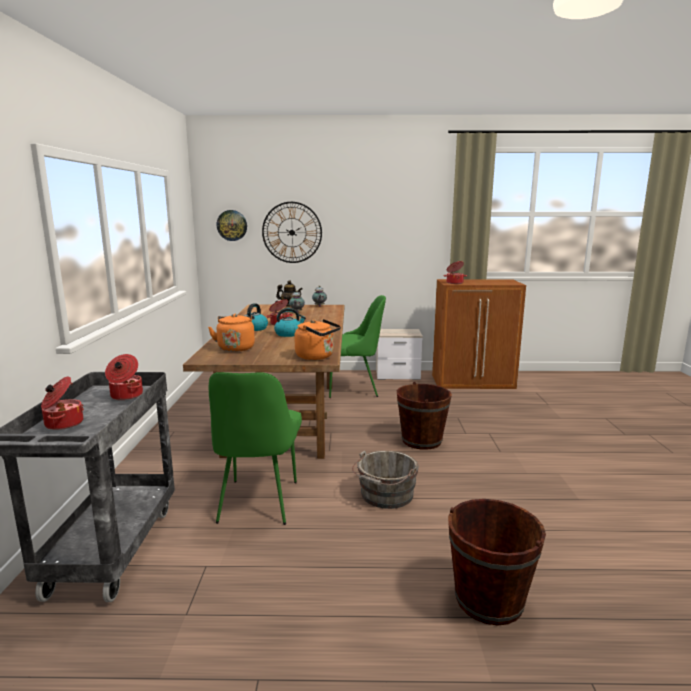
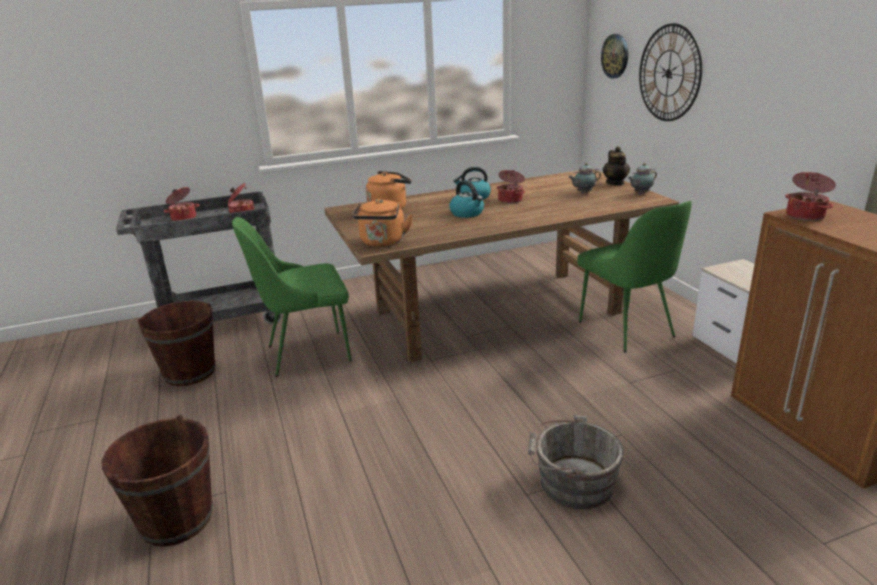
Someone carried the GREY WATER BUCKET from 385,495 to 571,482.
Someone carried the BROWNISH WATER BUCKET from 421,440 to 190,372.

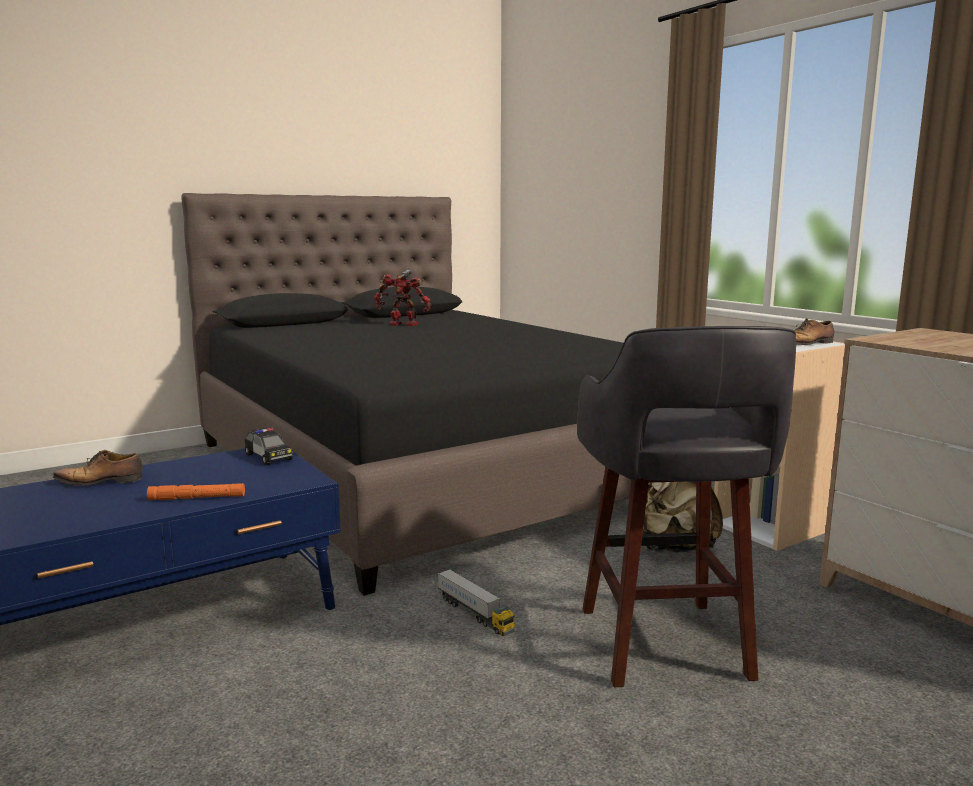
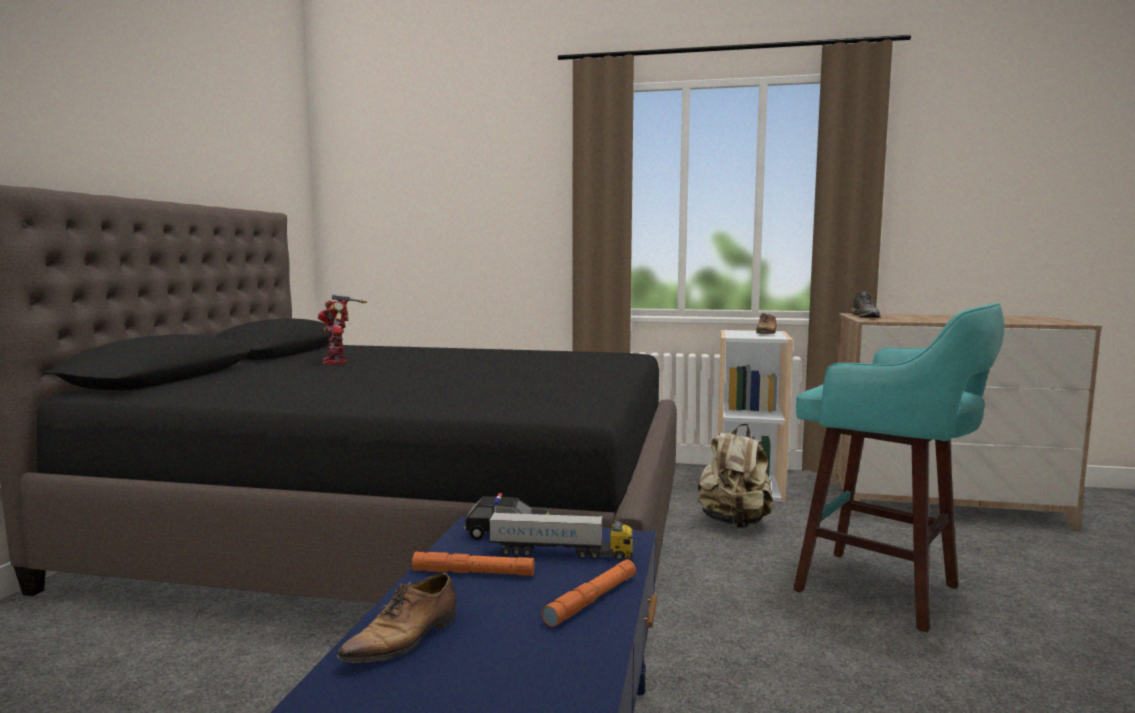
Someone put down the ORANGEY FLASHLIGHT at 473,572.
Someone put down the GREY SHOE at 865,316.
Someone carried the TOY LORRY from 475,614 to 561,553.
Someone repainted the GREY STOOL at 664,648, which became the TURQUOISE-COLOURED STOOL at 884,591.
Someone rotated the TOY ROBOT at 403,325 by 75 degrees counterclockwise.

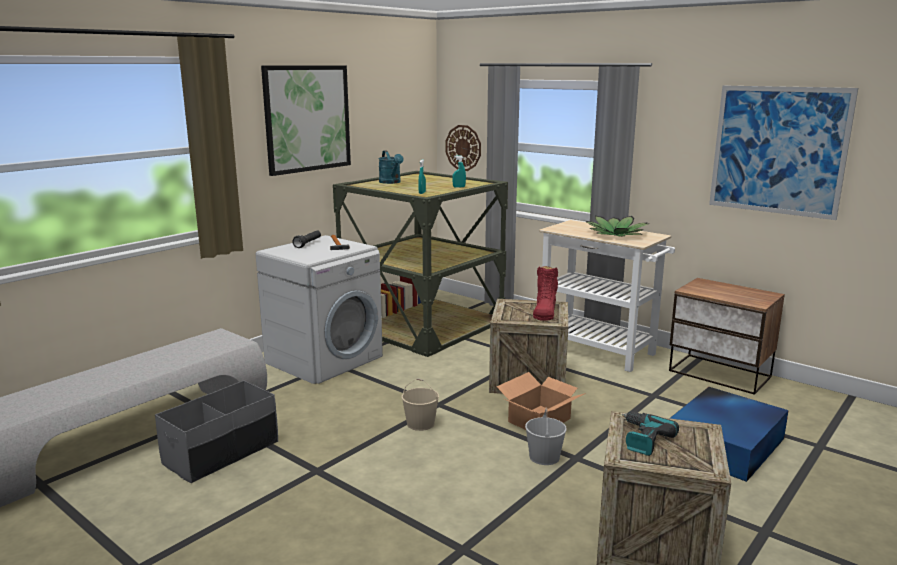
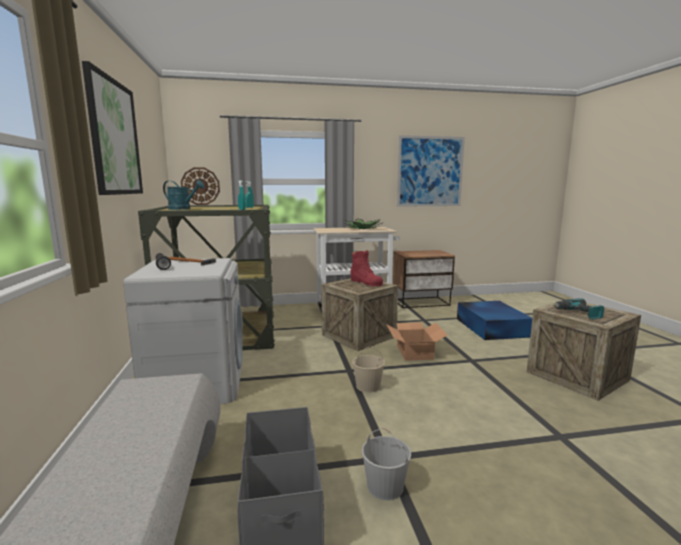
Someone carried the WHITISH WATER BUCKET from 544,456 to 384,486.

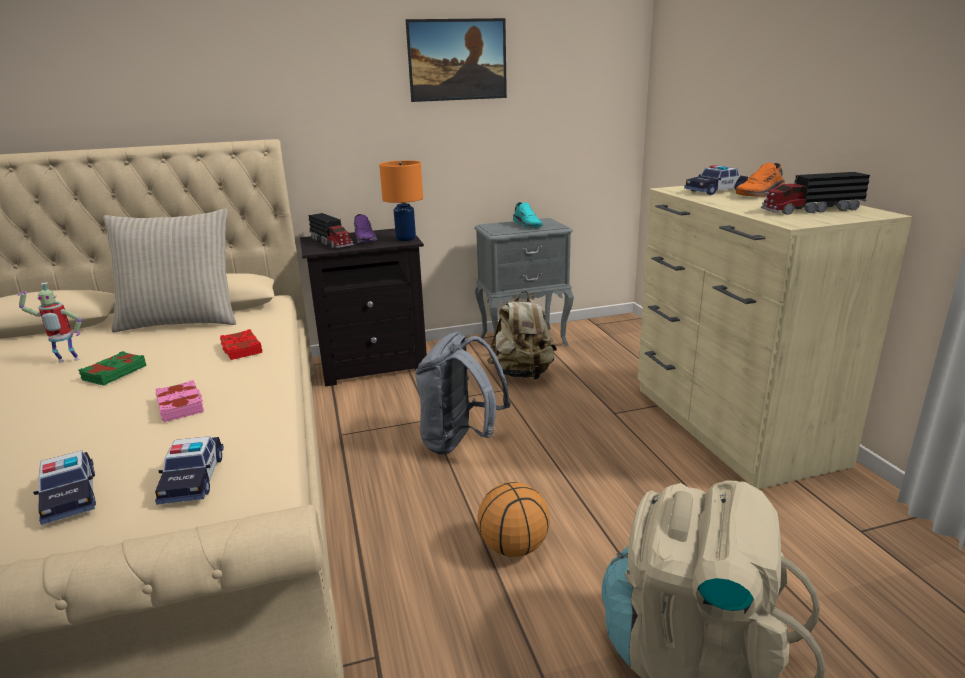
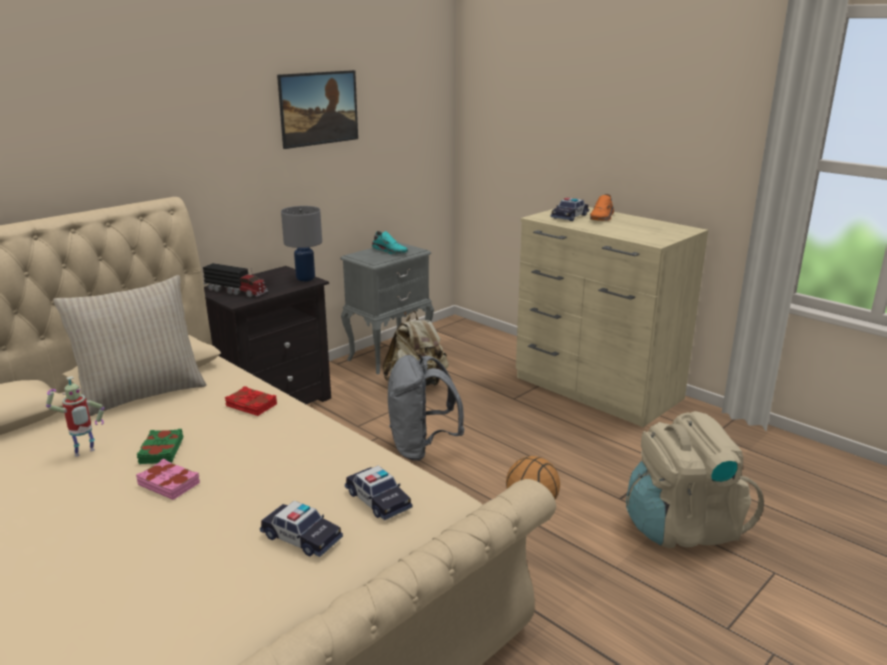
Someone took away the PURPLE SHOE at 365,239.
Someone took away the TOY LORRY at 810,210.
Someone carried the PINK-COLOURED BOOK from 181,406 to 169,483.
Someone repainted the ORANGEY LAMP FOR A TABLE at 406,239, which became the GREY LAMP FOR A TABLE at 305,278.

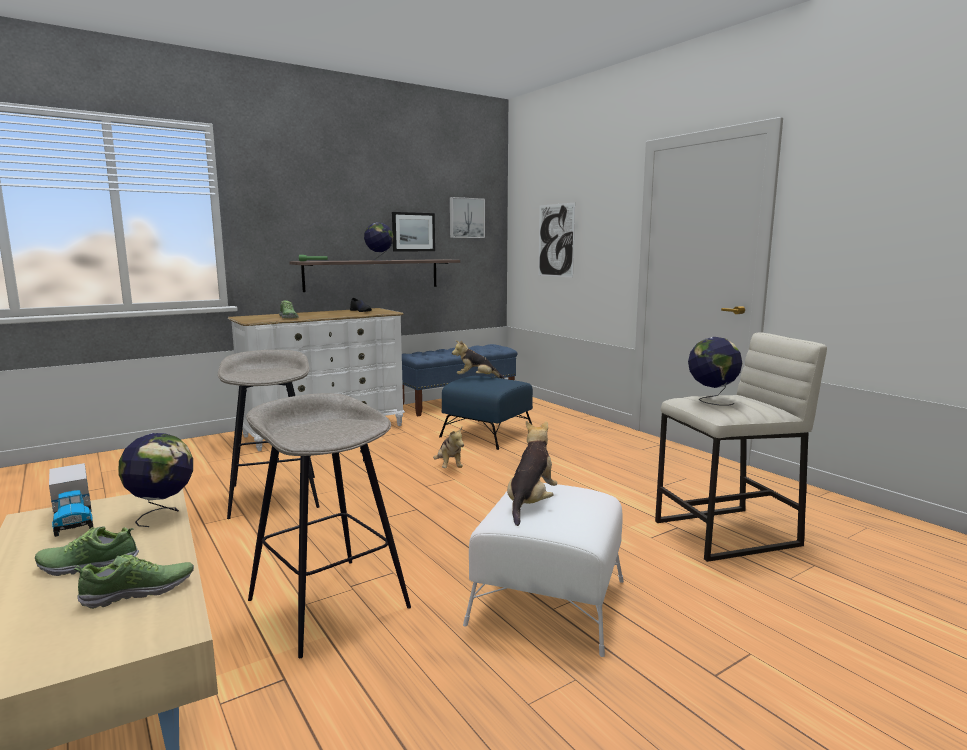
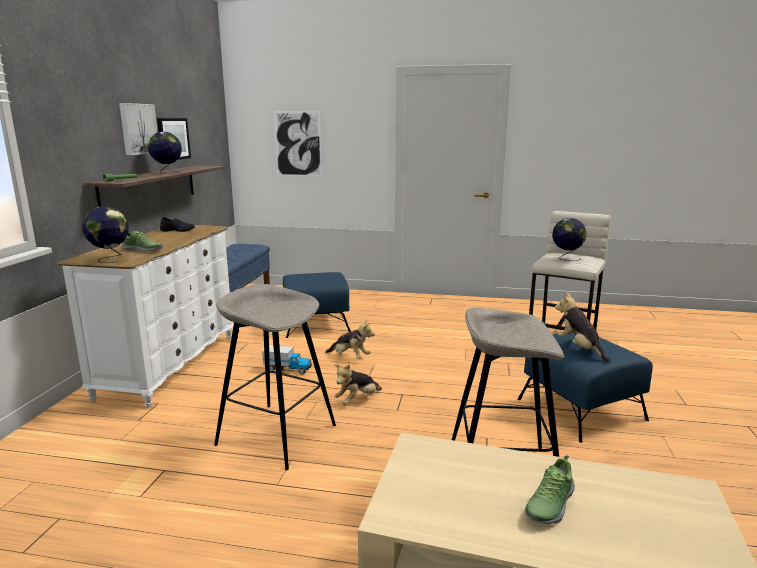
Someone took away the SHOE at 139,592.
Someone carried the TOY LORRY from 73,519 to 288,369.
Someone carried the WORLD GLOBE from 162,514 to 110,258.
Someone carried the PICTURE from 466,218 to 137,129.
Someone carried the CUDDLY TOY from 476,378 to 357,400.
Someone repainted the WHITISH FOOTREST at 549,601, which became the BLUE-COLOURED FOOTREST at 580,409.

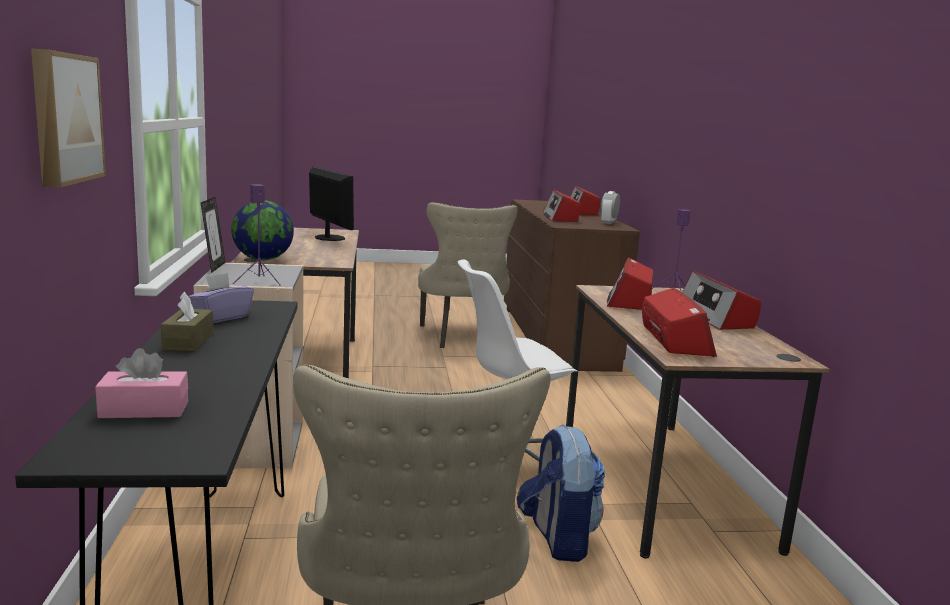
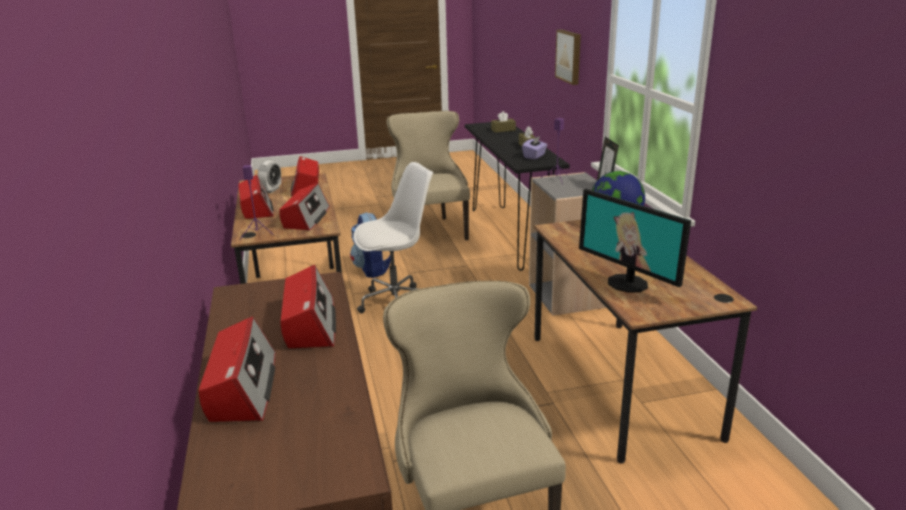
Someone carried the ALARM CLOCK from 608,223 to 271,190.
Someone repainted the PINK-COLOURED TISSUE BOX at 144,410, which became the BROWNISH TISSUE BOX at 503,130.

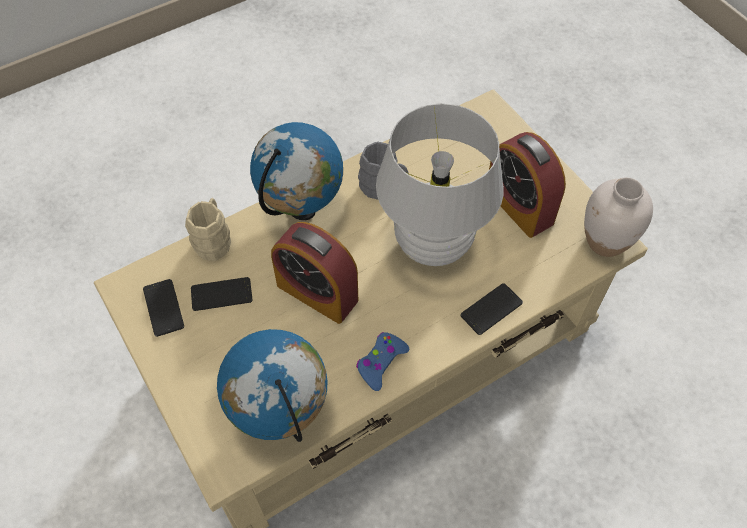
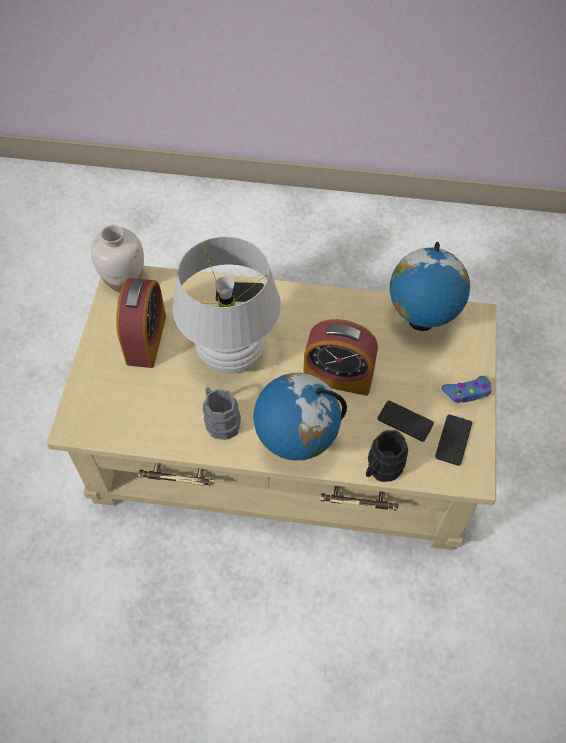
Someone carried the BLUE-COLOURED JOYPAD from 381,363 to 467,392.
Someone repainted the BEIGE MUG at 213,239, which became the BLACK MUG at 381,469.
Someone rotated the ALARM CLOCK at 317,292 by 120 degrees clockwise.

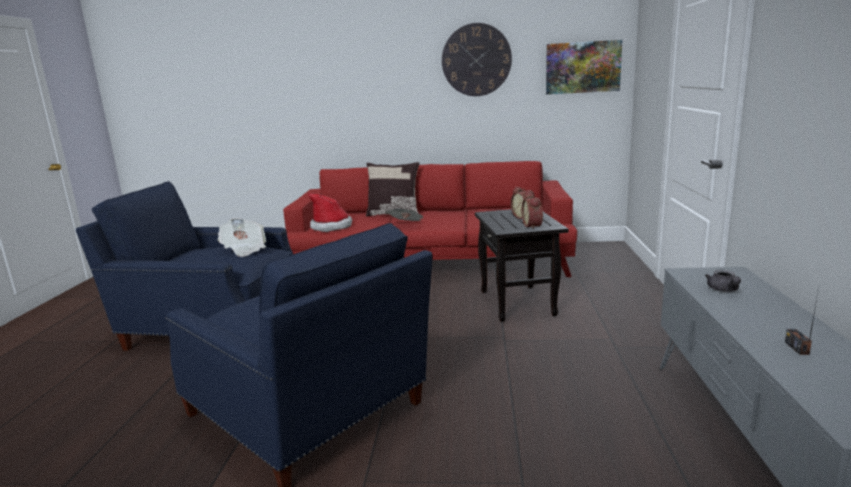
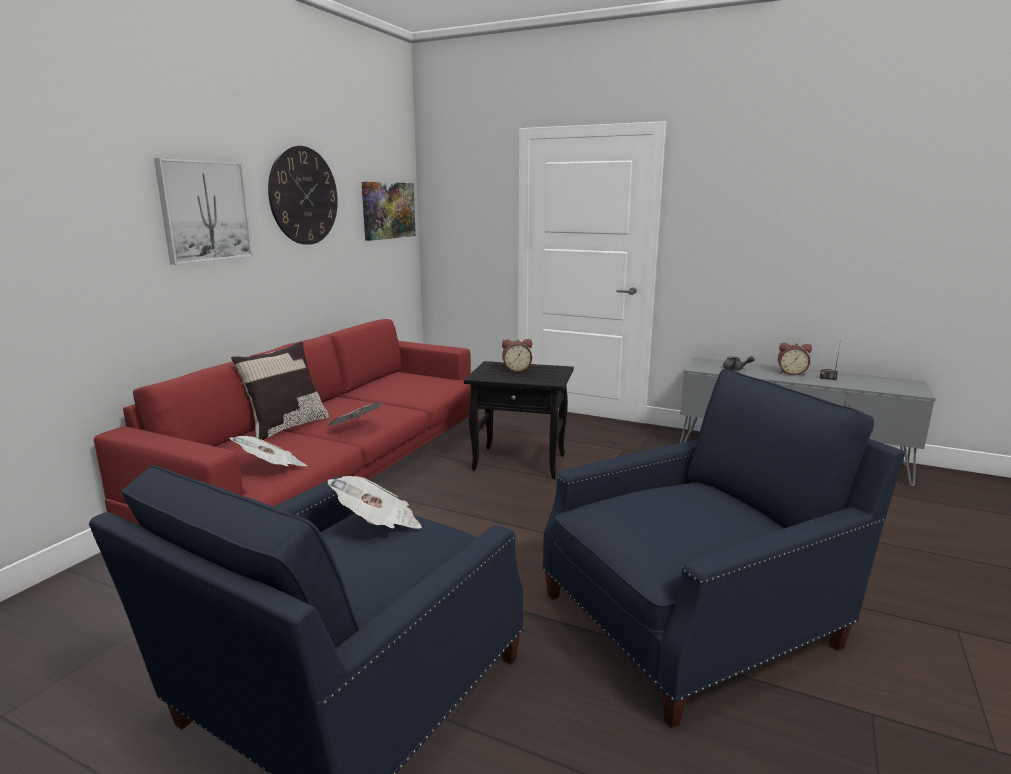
Someone put up the PICTURE at 205,211.
Someone carried the ALARM CLOCK from 533,226 to 791,373.
Someone swapped the CLOTHING HAT at 331,226 for the PRINTED PAPER at 272,468.

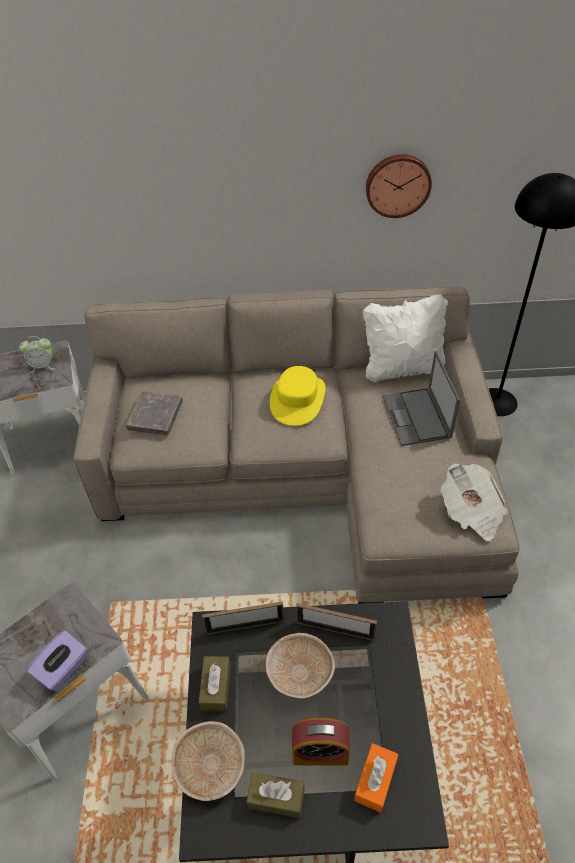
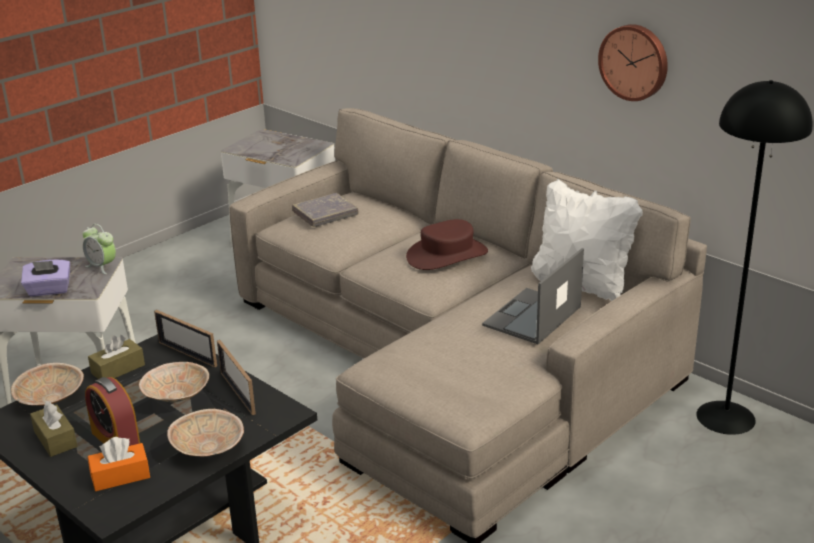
Someone took away the PRINTED PAPER at 471,512.
Someone put down the BEIGE BOWL at 208,449.
Someone carried the ALARM CLOCK from 42,366 to 102,266.
Someone repainted the YELLOWISH CLOTHING HAT at 297,399, which became the BROWNISH CLOTHING HAT at 447,255.

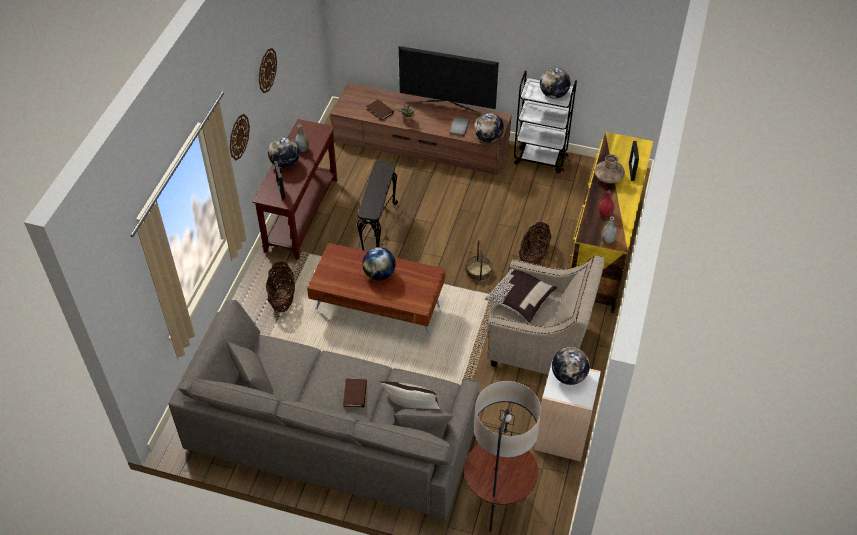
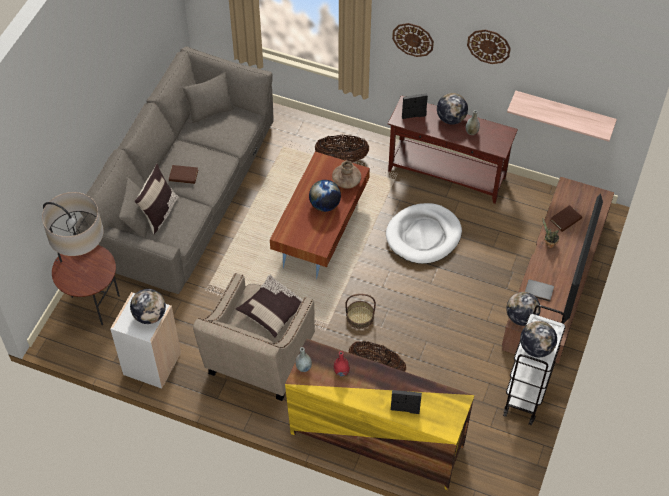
Someone put up the BRACKET SHELF at 563,113.
Someone carried the BROWNISH FLOWER VASE from 608,177 to 346,181.
Someone swapped the BLACK ACCENT TABLE at 378,229 for the WHITISH PET BED at 423,236.

